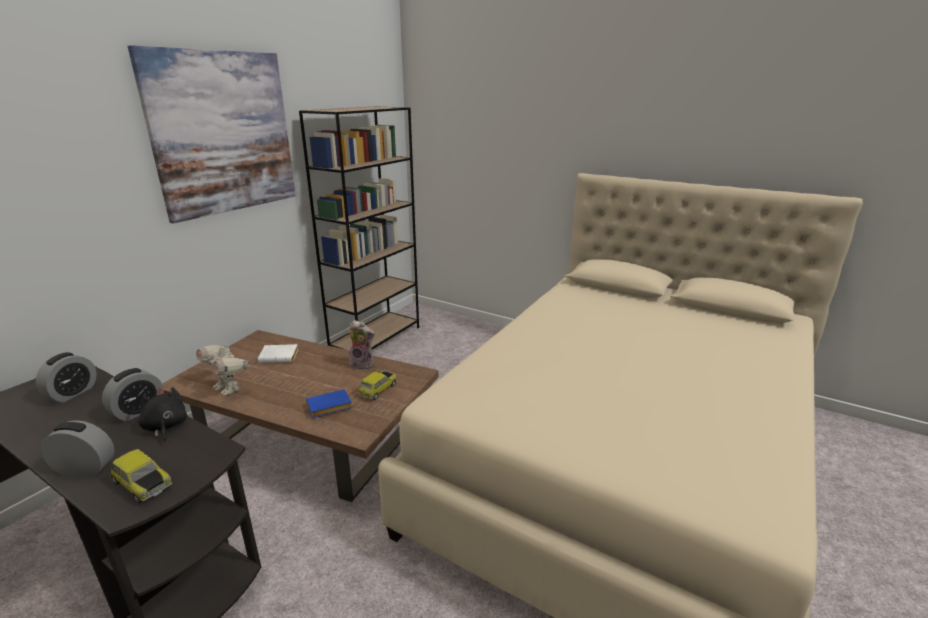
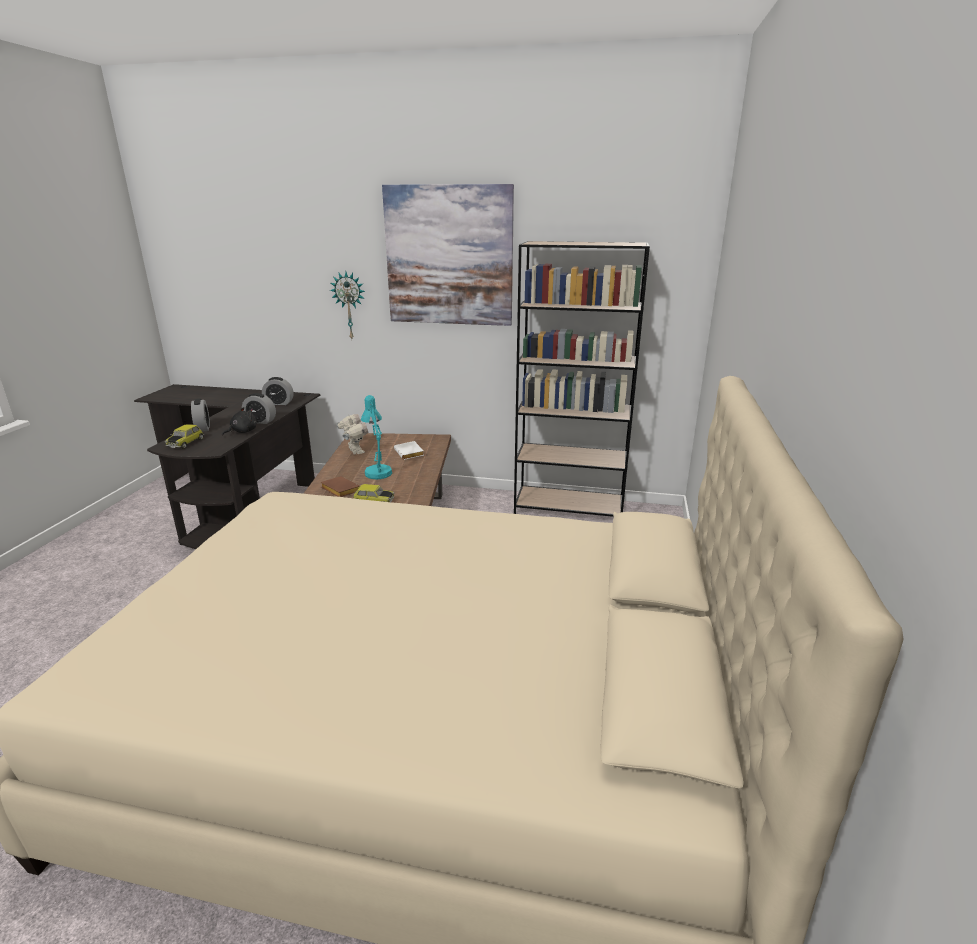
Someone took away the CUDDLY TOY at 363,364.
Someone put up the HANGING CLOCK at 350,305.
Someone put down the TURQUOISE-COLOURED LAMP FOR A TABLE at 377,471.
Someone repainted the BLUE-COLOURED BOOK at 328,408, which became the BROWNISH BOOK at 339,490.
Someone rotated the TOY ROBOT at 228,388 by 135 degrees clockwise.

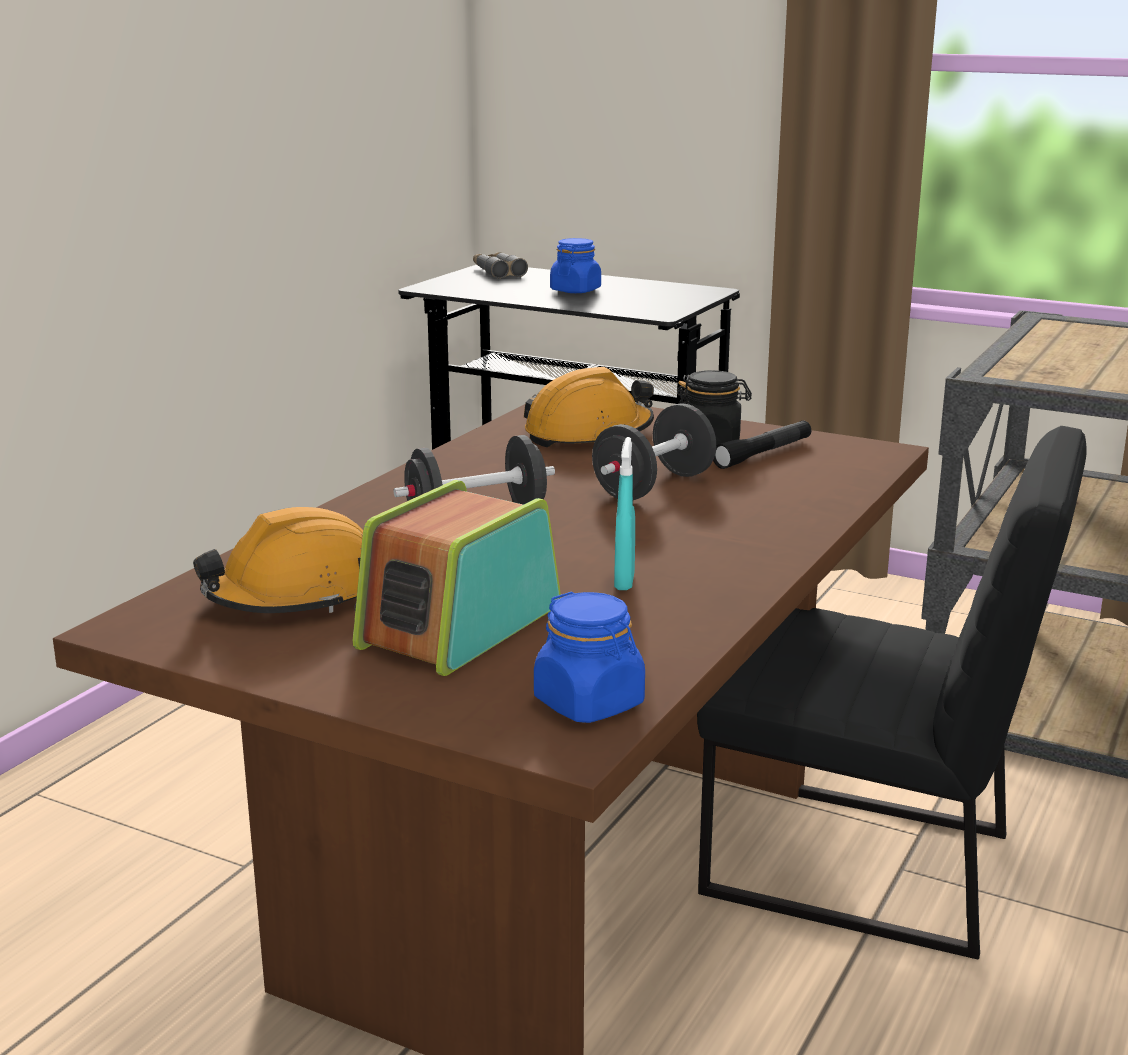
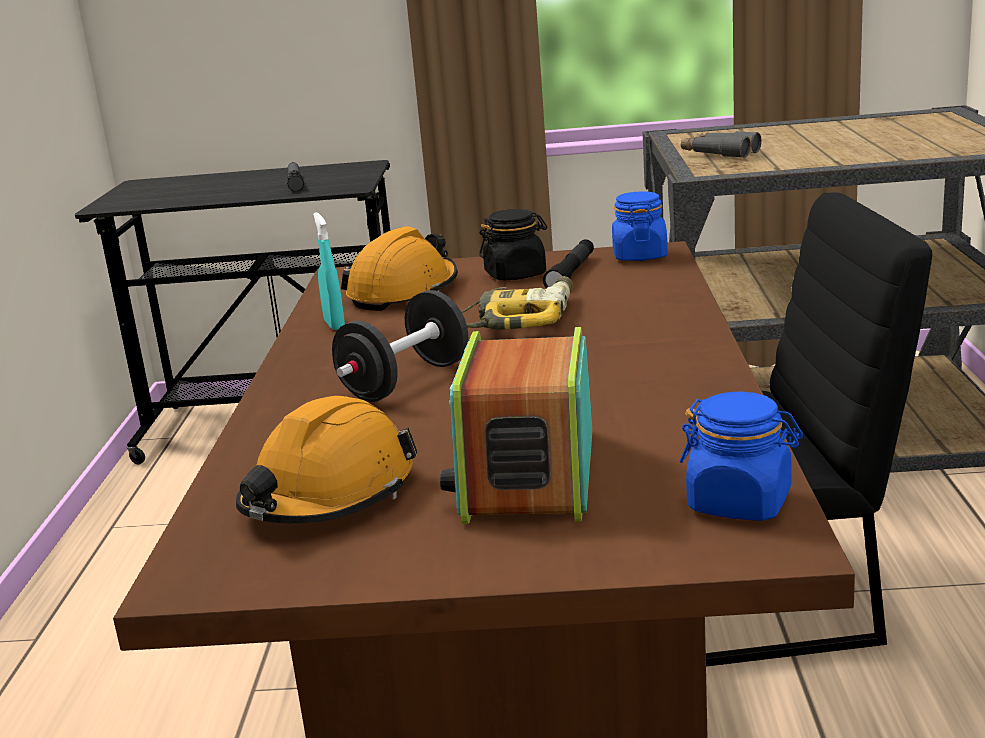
Someone put down the FLASHLIGHT at 295,183.
Someone carried the GREY FIELD GLASSES from 498,272 to 720,153.
Someone carried the BLUE-COLOURED PRESERVE JAR from 575,290 to 639,256.
Someone carried the TURQUOISE-COLOURED SPRAYER from 624,581 to 334,324.
Someone swapped the BLACK DUMBBELL at 653,486 for the ELECTRIC DRILL at 521,318.

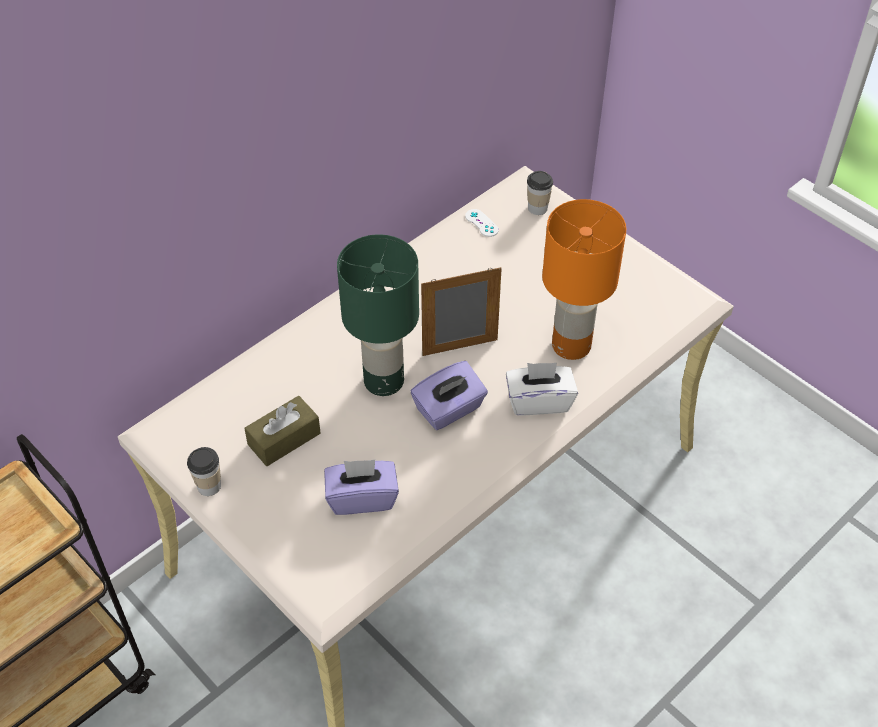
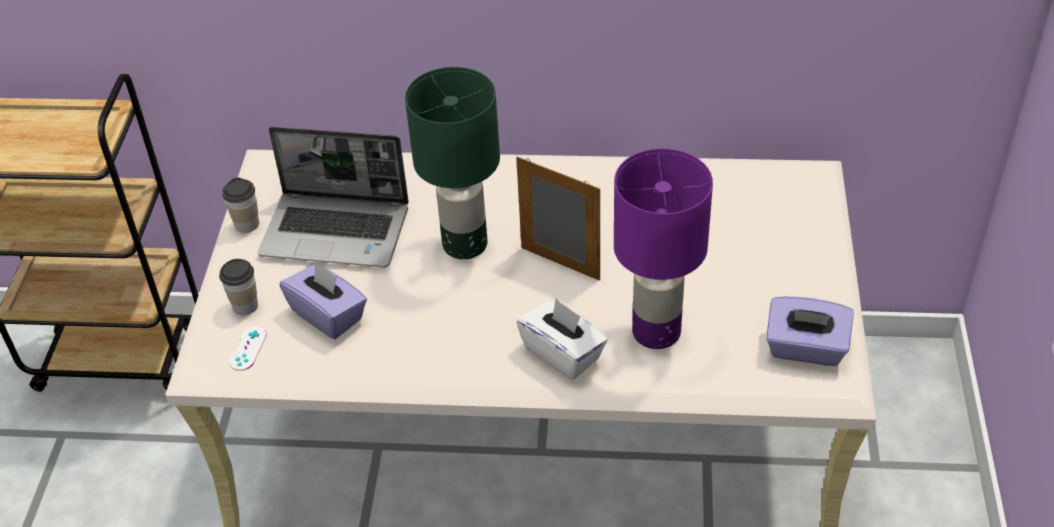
Someone carried the PURPLE TISSUE BOX from 449,409 to 805,349.
Someone carried the WHITISH JOYPAD from 481,223 to 248,348.
Someone carried the CUP from 537,208 to 245,305.
Someone swapped the BROWNISH TISSUE BOX at 284,439 for the PORTABLE COMPUTER at 337,231.
Someone repainted the ORANGEY LAMP FOR A TABLE at 571,346, which became the PURPLE LAMP FOR A TABLE at 655,333.

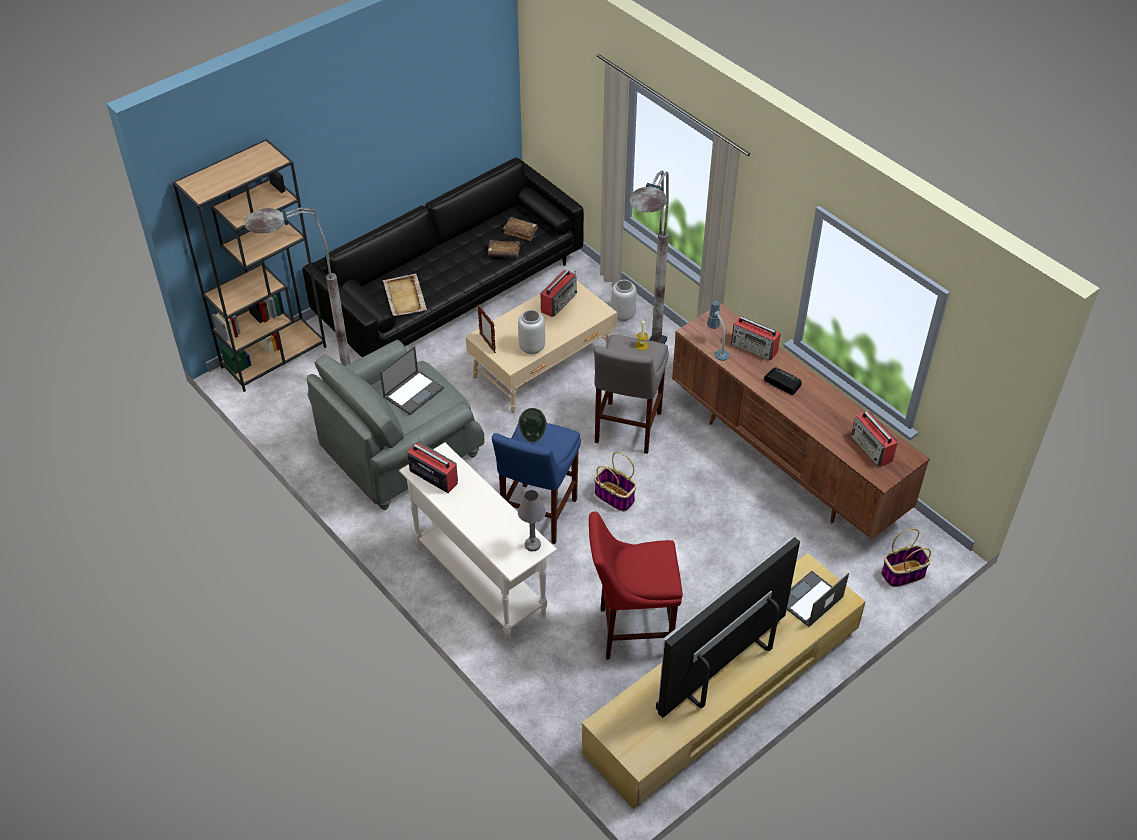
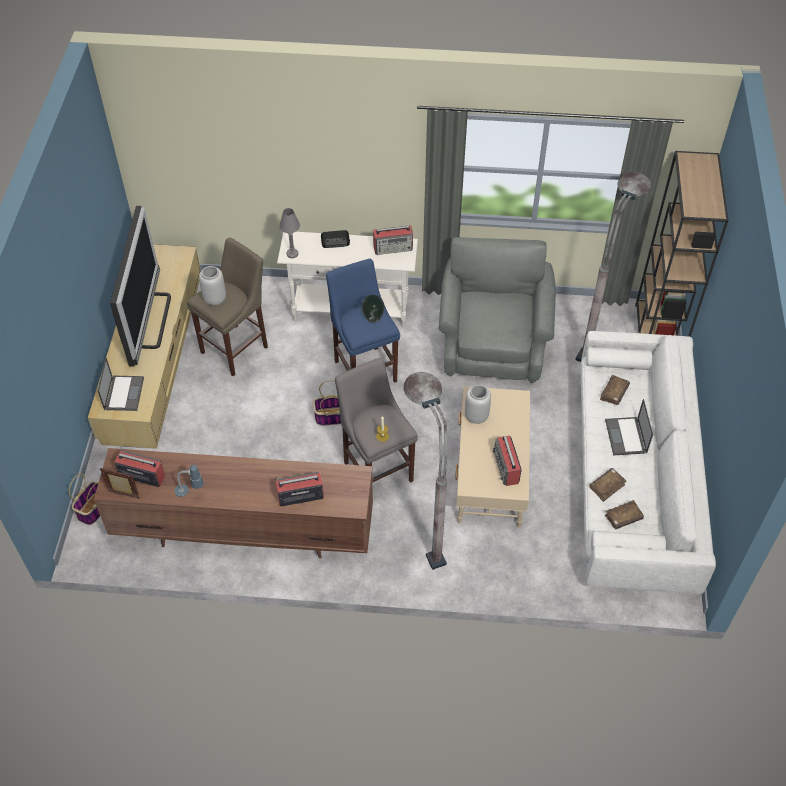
Someone carried the PORTABLE COMPUTER from 413,392 to 626,437.
Someone carried the STANDING FRAME from 487,343 to 124,495.
Someone carried the GREY FLOWER VASE from 623,315 to 215,299.
Someone carried the LAMP FOR A TABLE from 717,349 to 190,493.
Someone carried the RADIO RECEIVER from 782,382 to 336,241.
Someone swapped the BEIGE TRAY at 404,297 for the BROWNISH BOOK at 614,393.
Someone repainted the BLACK SETTEE at 451,289, which became the WHITISH SETTEE at 633,479.
Someone repainted the RED-COLOURED STOOL at 630,631, which became the BEIGE STOOL at 237,348.

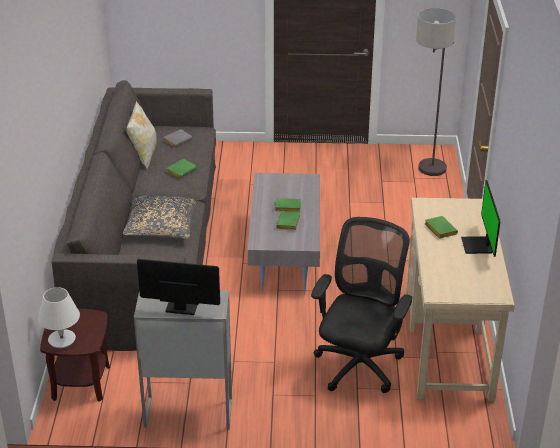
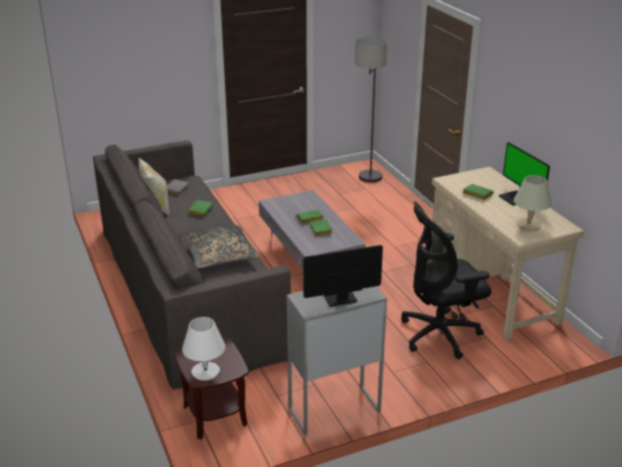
Someone put down the BEIGE LAMP FOR A TABLE at 529,225.
Someone rotated the BLACK OFFICE CHAIR at 358,370 by 105 degrees counterclockwise.

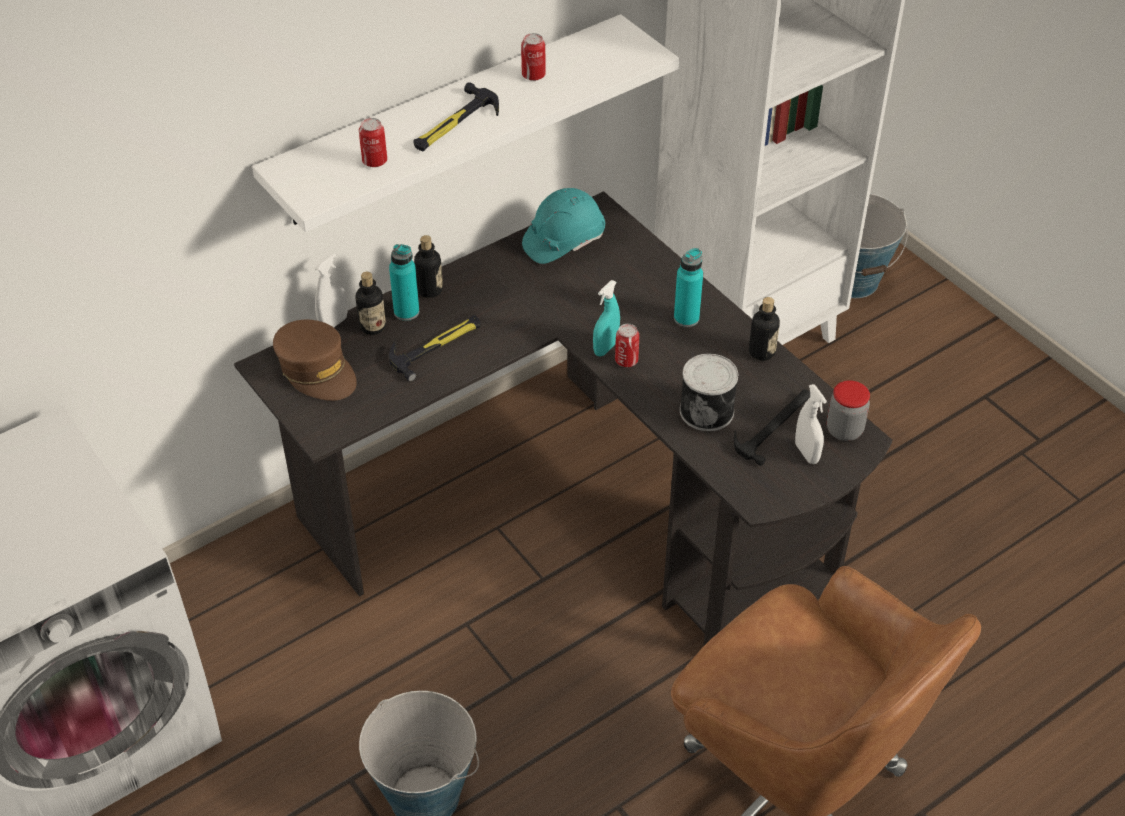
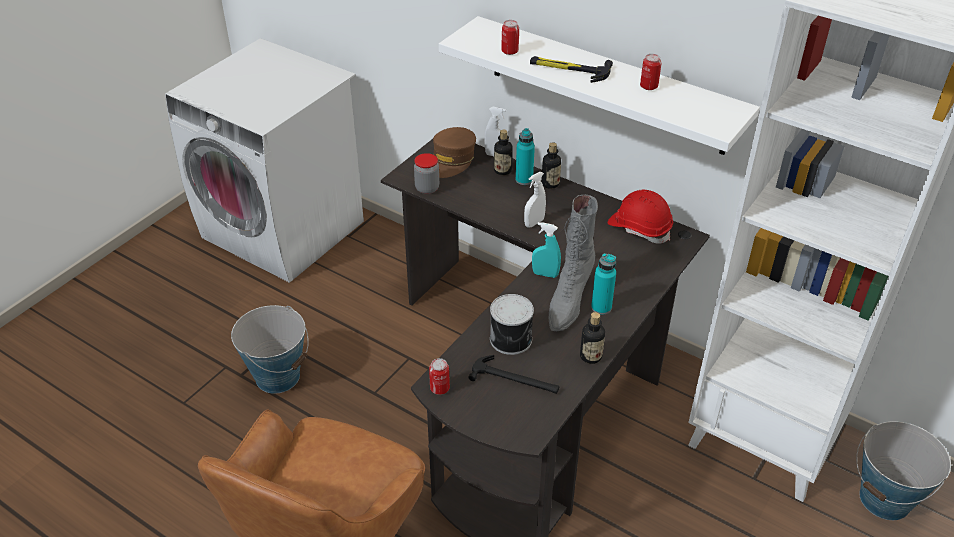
Someone took away the HAMMER at 436,346.
Someone put down the GREY TALL BOOT at 568,301.
Someone carried the CAN from 626,360 to 439,388.
Someone carried the WHITISH SPRAYER from 806,453 to 534,223.
Someone carried the PRESERVE JAR from 844,430 to 427,188.
Someone repainted the TURQUOISE-COLOURED SAFETY HELMET at 563,241, which became the RED-COLOURED SAFETY HELMET at 639,228.

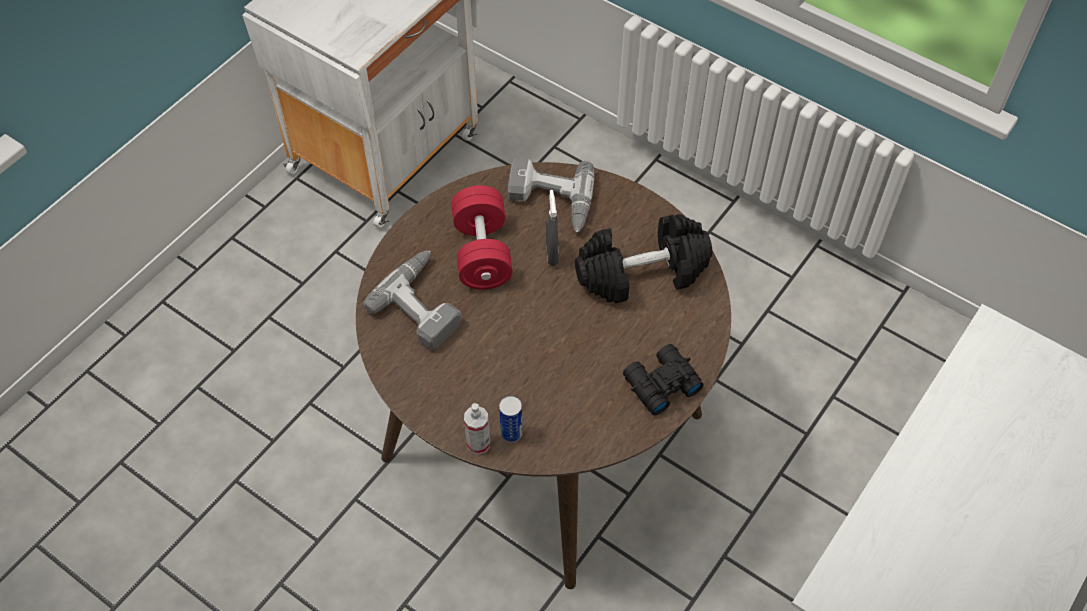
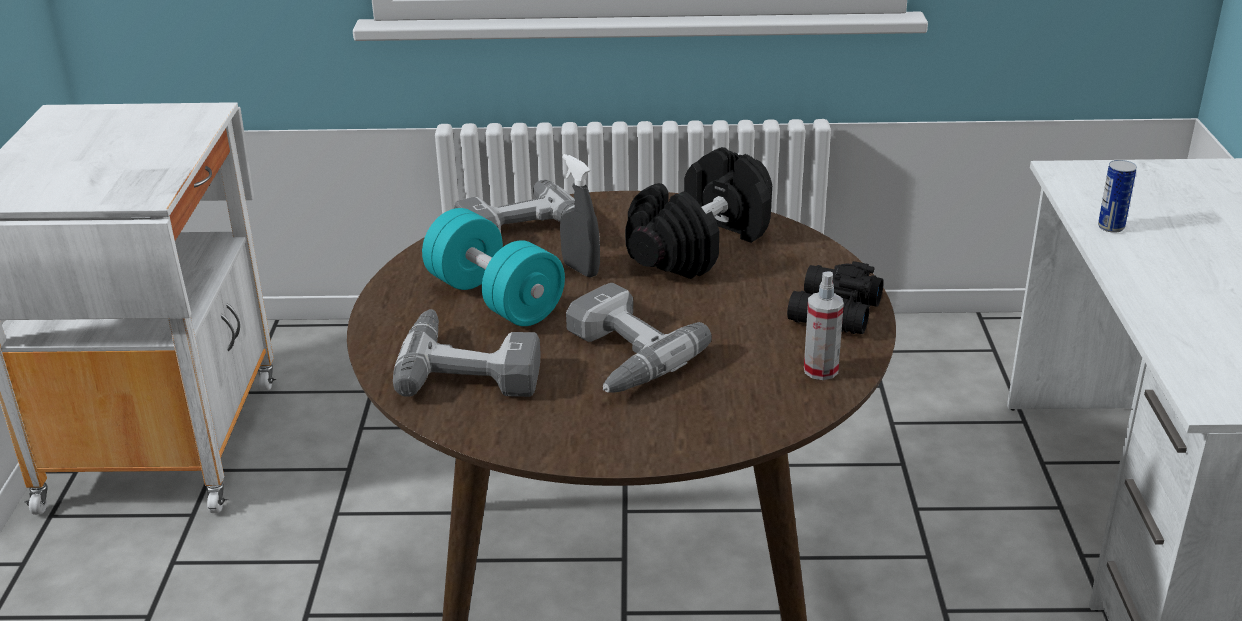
Someone put down the ELECTRIC DRILL at 619,356.
Someone carried the SPRAYER from 478,443 to 820,370.
Someone carried the CAN from 511,433 to 1111,227.
Someone repainted the RED-COLOURED DUMBBELL at 482,252, which became the TURQUOISE-COLOURED DUMBBELL at 494,299.

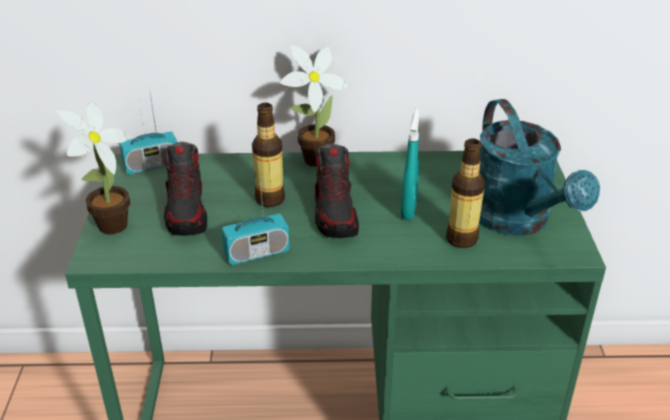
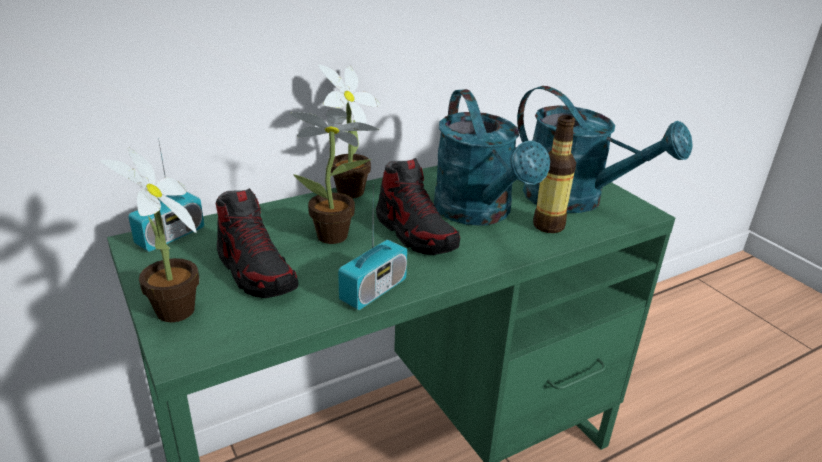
Someone swapped the BOTTLE at 270,199 for the PLANT IN A POT at 338,237.
Someone swapped the TURQUOISE-COLOURED SPRAYER at 409,210 for the TURQUOISE-COLOURED WATERING POT at 479,213.

